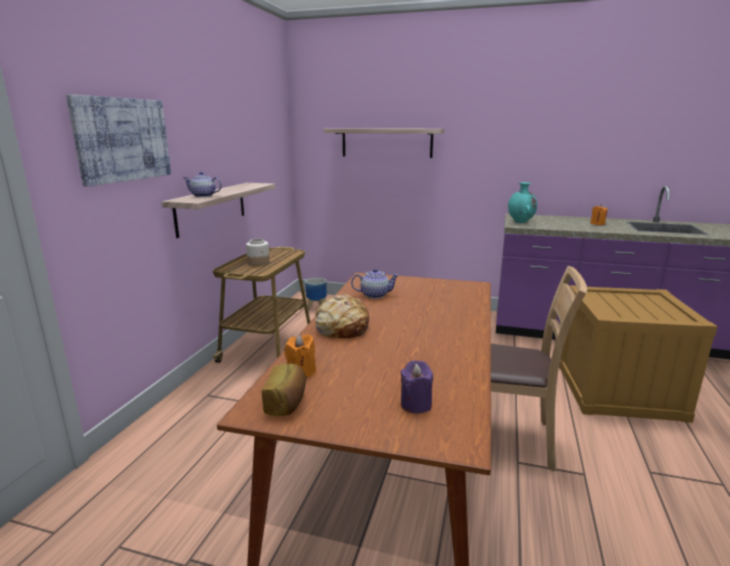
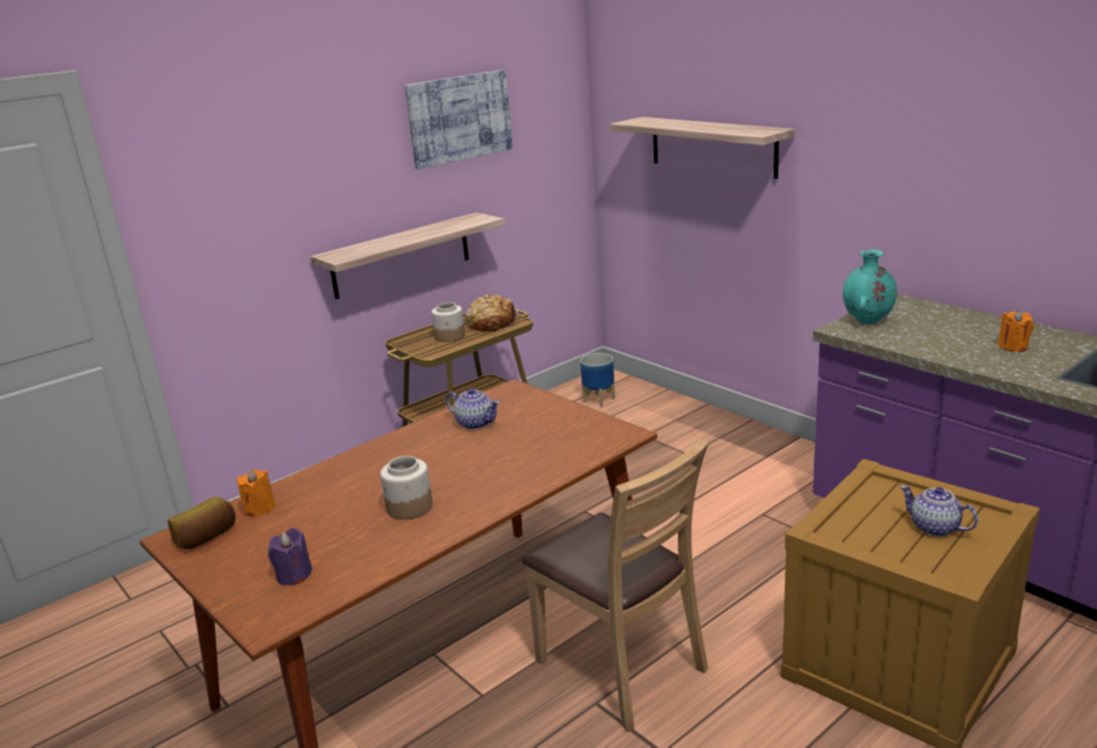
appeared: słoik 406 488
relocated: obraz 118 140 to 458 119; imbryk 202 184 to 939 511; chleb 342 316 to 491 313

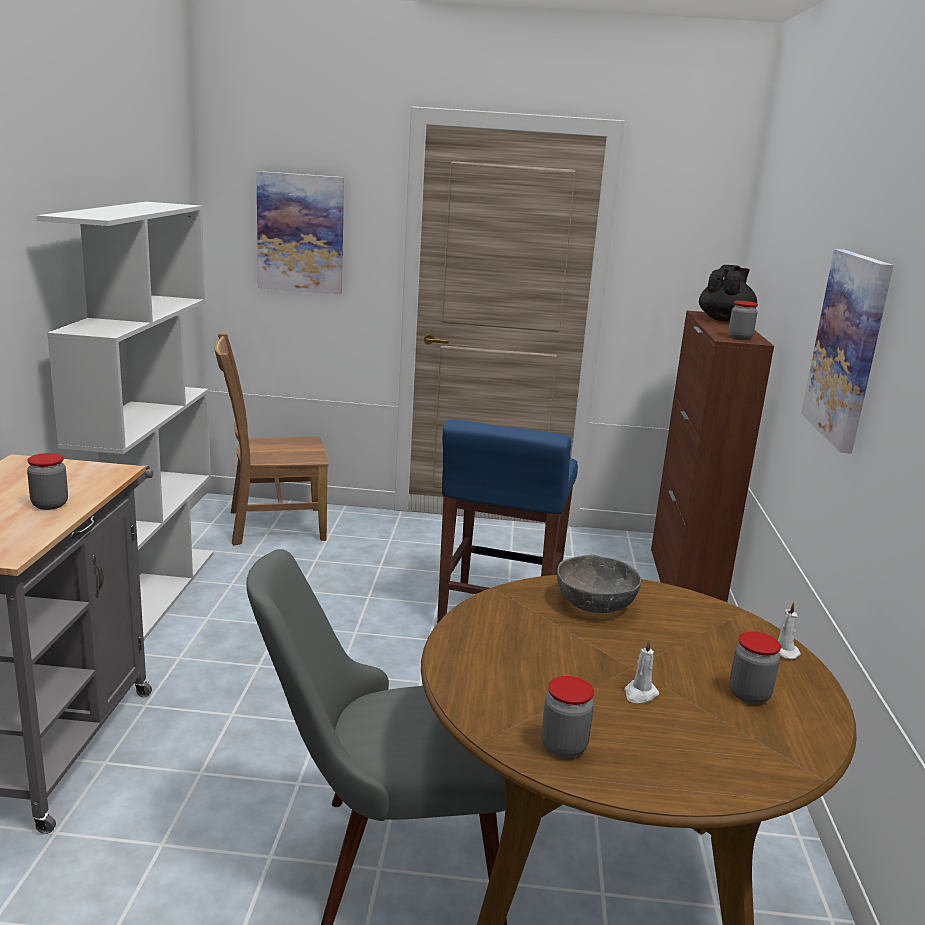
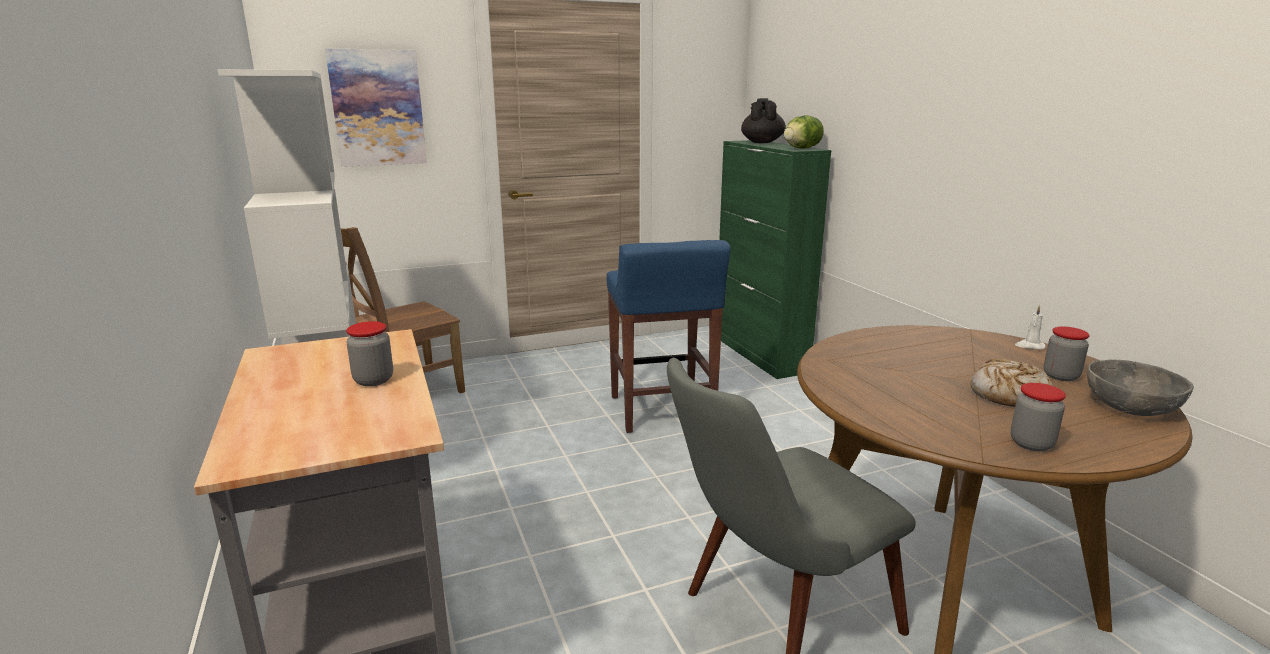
missing: obraz 847 351
relocated: miska (szary) 599 583 to 1140 388
exchanged: słoik 743 320 to sałata 804 132; świeca (biały) 641 671 to chleb 1011 383
colour: szafka (brązowy) 712 456 to szafka (zielony) 775 259

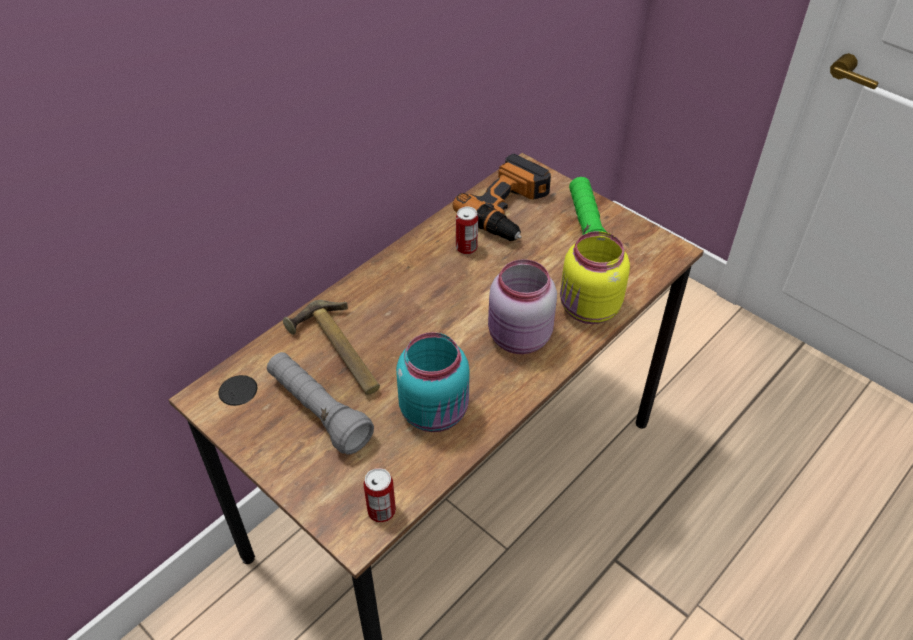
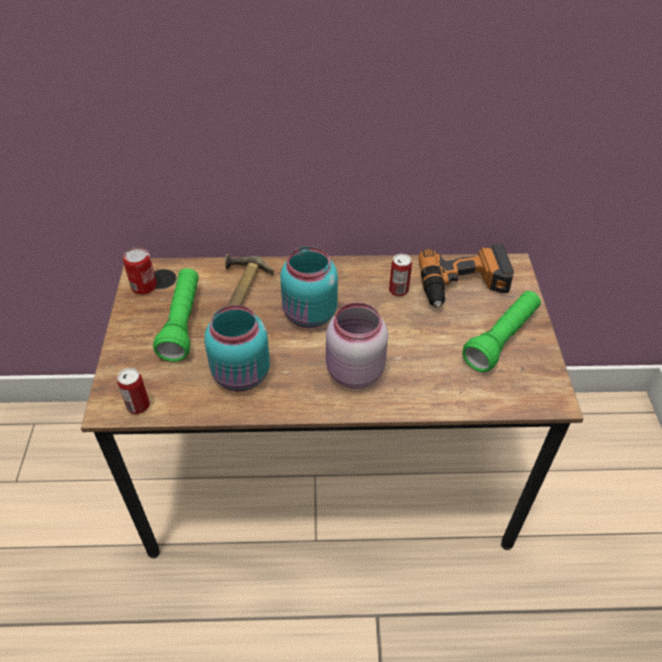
missing: słoik (żółty) 595 277
appeared: słoik (turkusowy) 309 287; puszka 140 270
colour: latarka (szary) 320 403 to latarka (zielony) 176 315

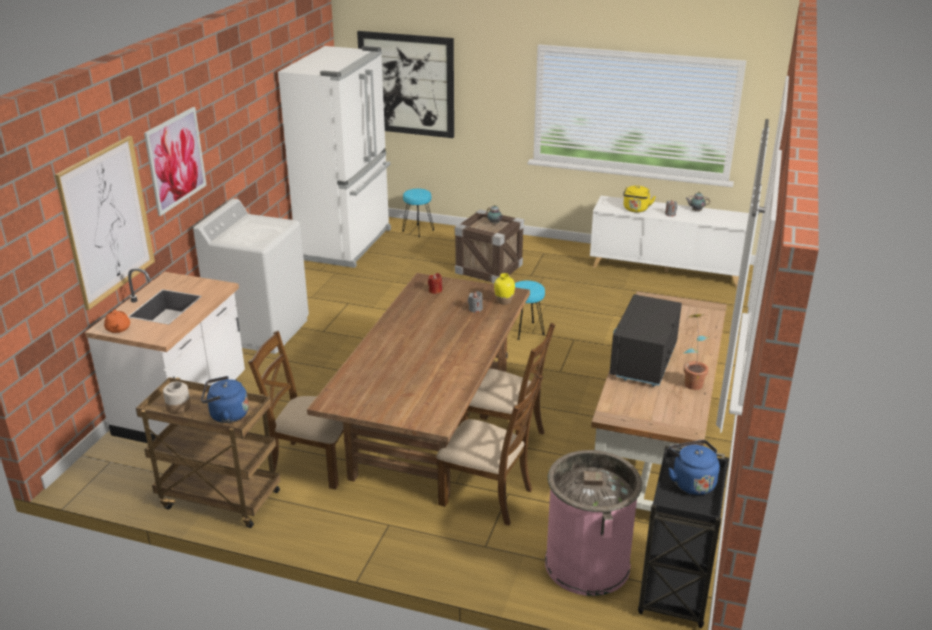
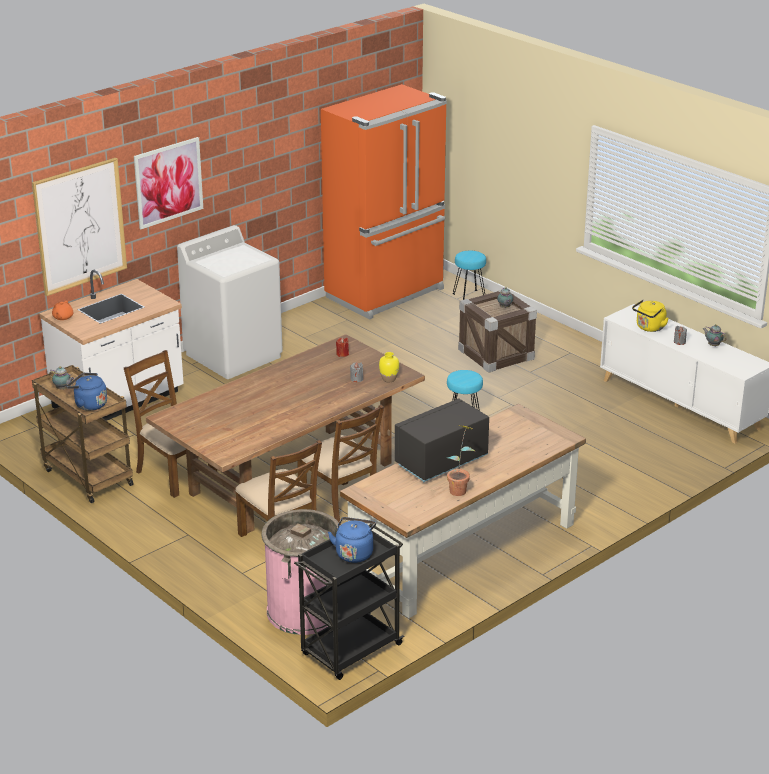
missing: obraz 405 84
exchanged: słoik 177 397 to imbryk 61 377
colour: lodówka (biały) 334 157 to lodówka (pomarańczowy) 384 202

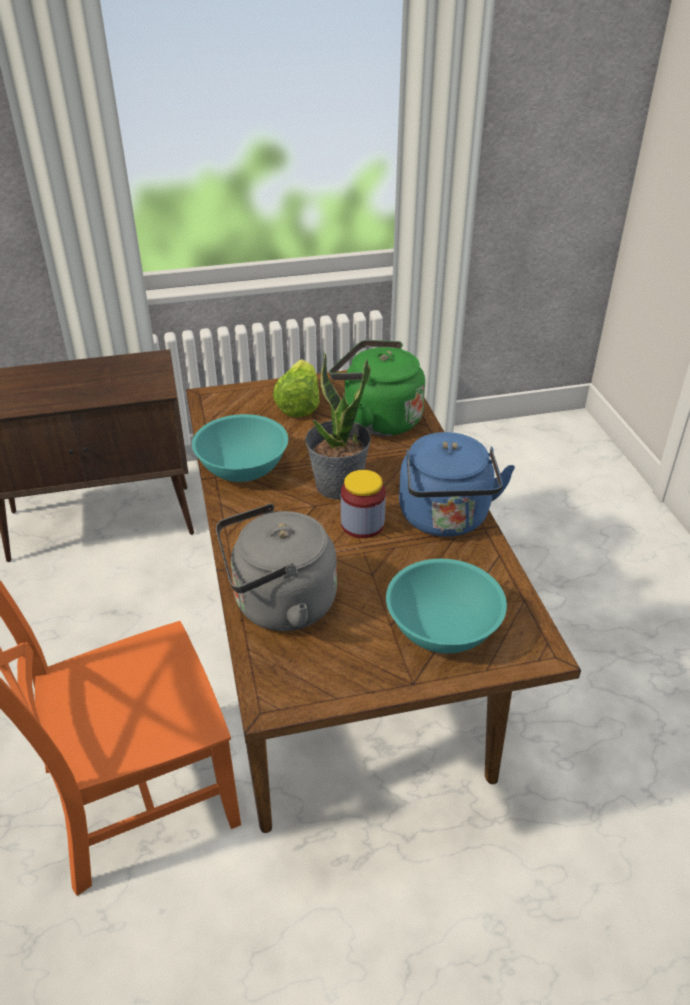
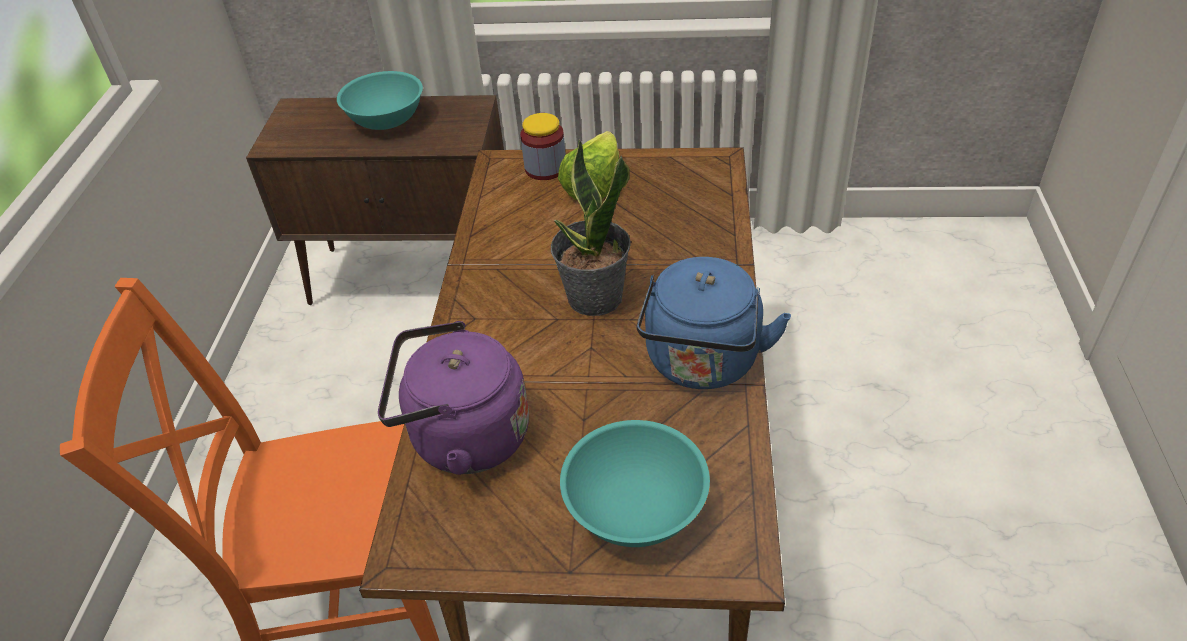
missing: czajnik (zielony) 377 388
relocated: miska (turkusowy) 240 448 to 380 100; słoik 363 504 to 543 146
colour: czajnik (szary) 276 567 to czajnik (fioletowy) 453 398

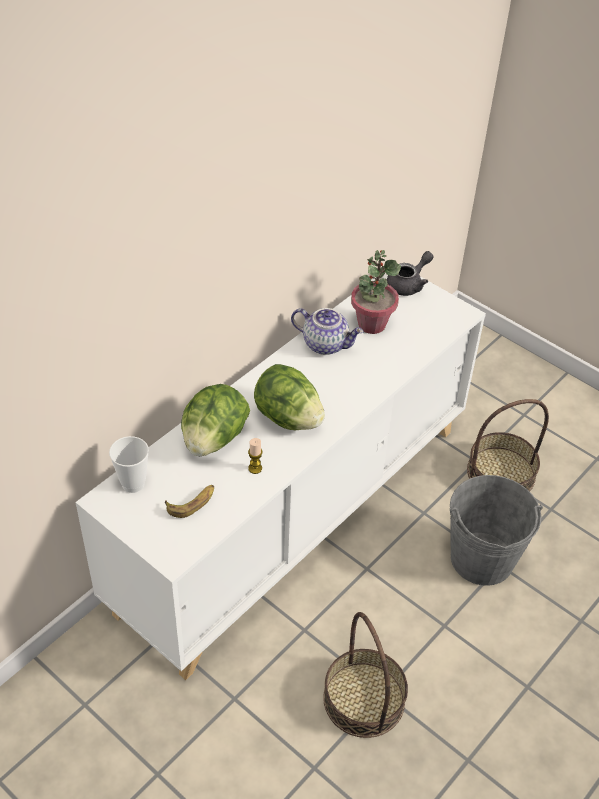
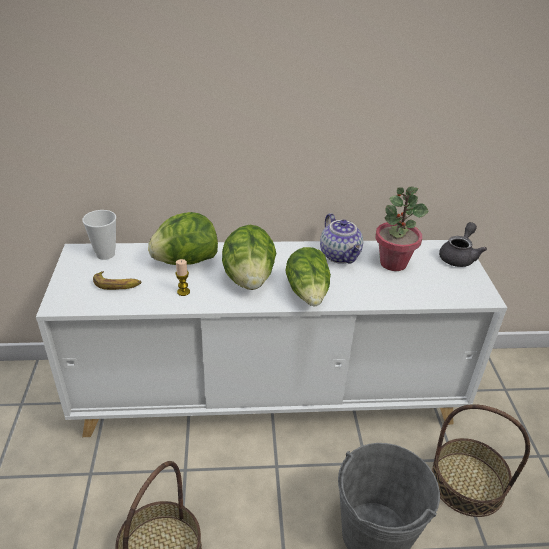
appeared: sałata 308 276
spun: imbryk (szary) 410 273 = 463 244 60 degrees counterclockwise

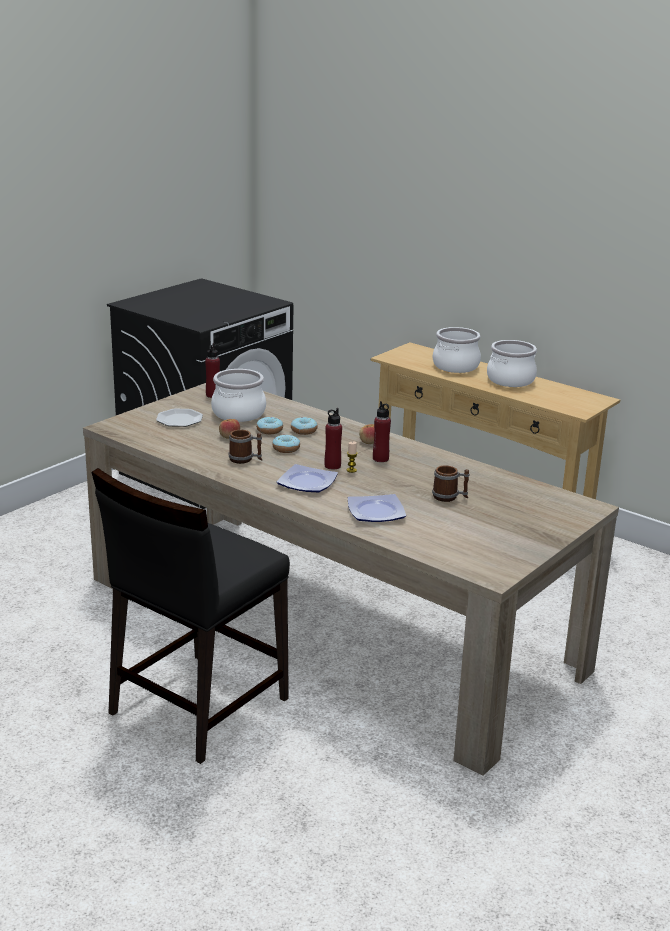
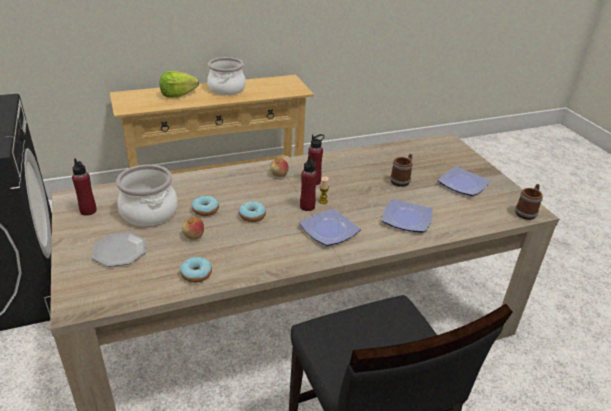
appeared: talerz 464 181
relocated: donut 304 426 to 196 270; kubek 245 447 to 529 202
exchanged: garnek 457 350 to sałata 179 84

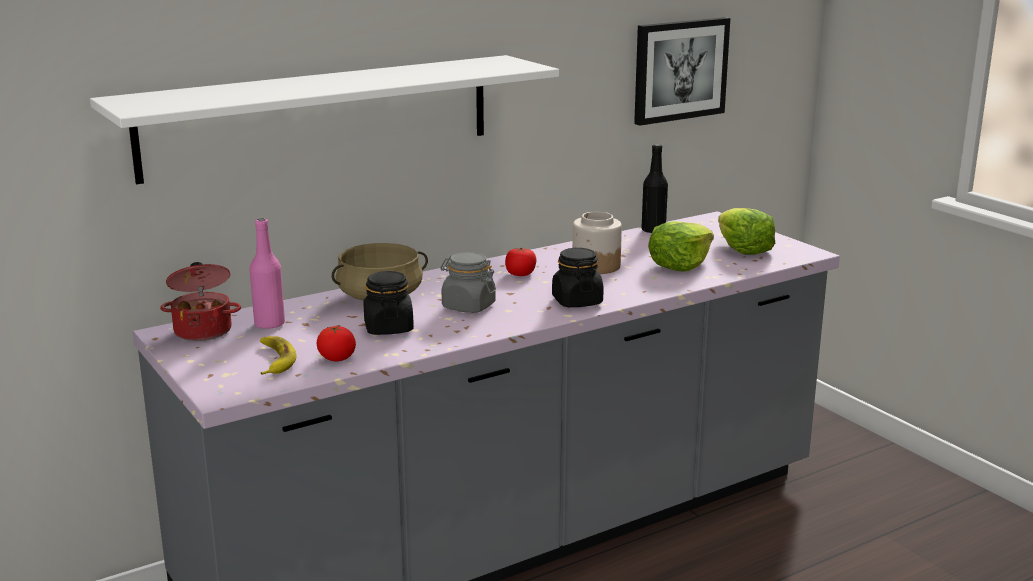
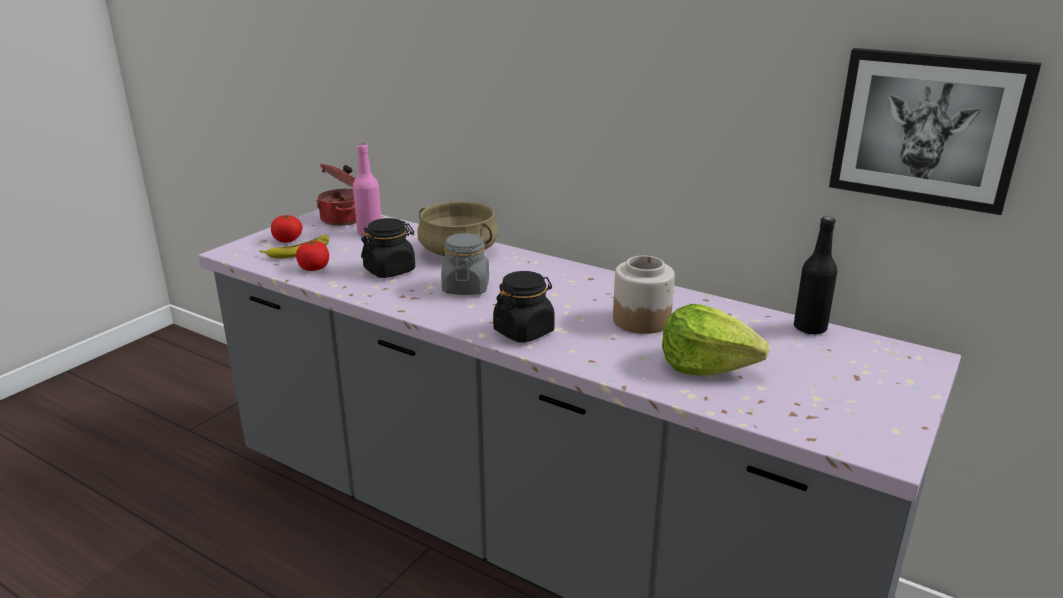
missing: półka (biały) 324 119; sałata 746 231
relocated: pomidor 520 262 to 287 229

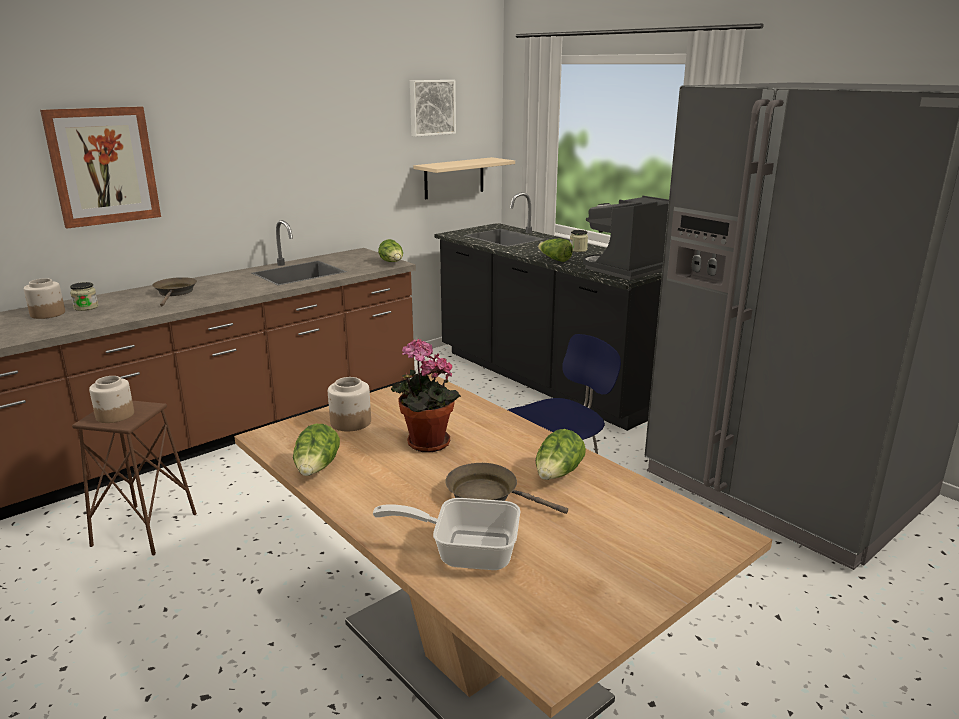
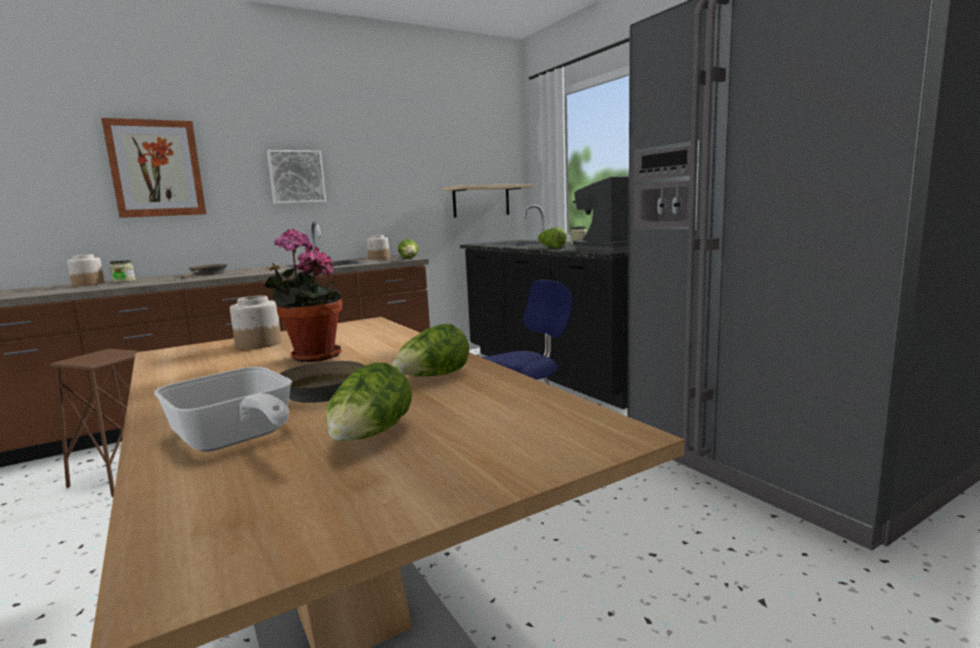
relocated: obraz 433 108 to 296 177; słoik 111 399 to 378 247; sałata 316 450 to 368 401
spun: patelnia 446 534 = 223 409 150 degrees counterclockwise

